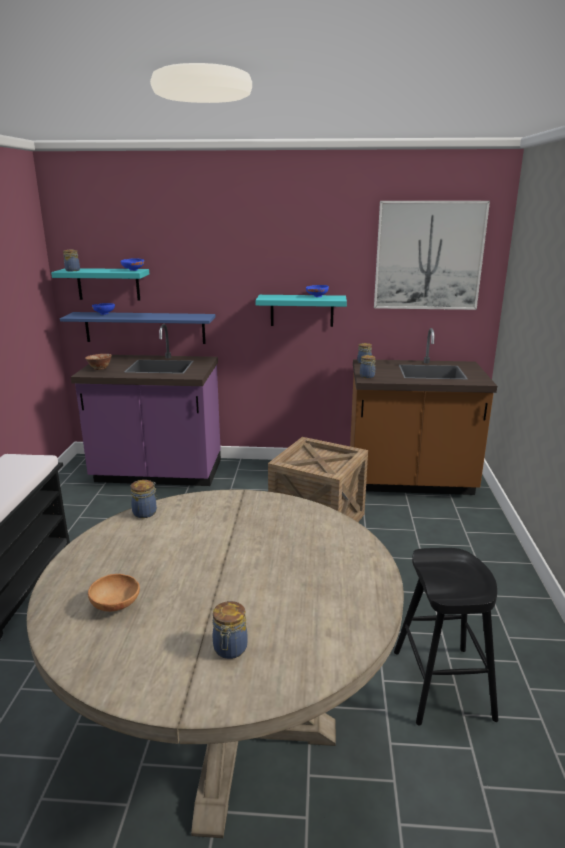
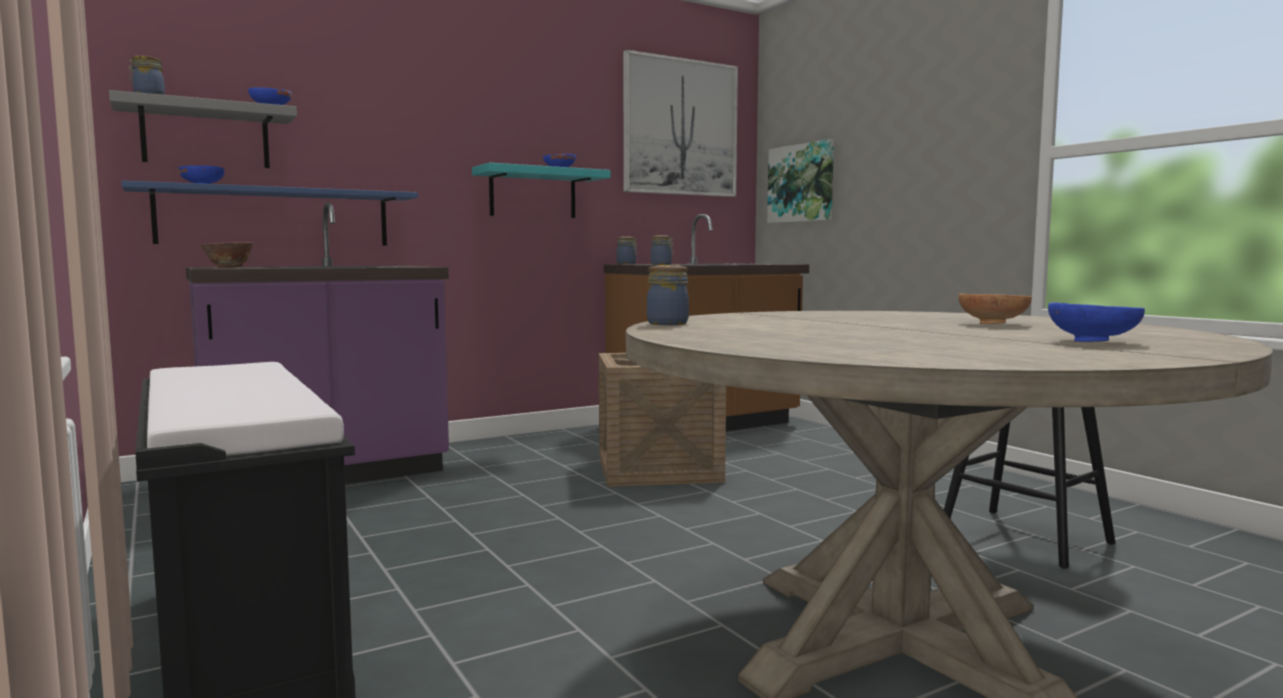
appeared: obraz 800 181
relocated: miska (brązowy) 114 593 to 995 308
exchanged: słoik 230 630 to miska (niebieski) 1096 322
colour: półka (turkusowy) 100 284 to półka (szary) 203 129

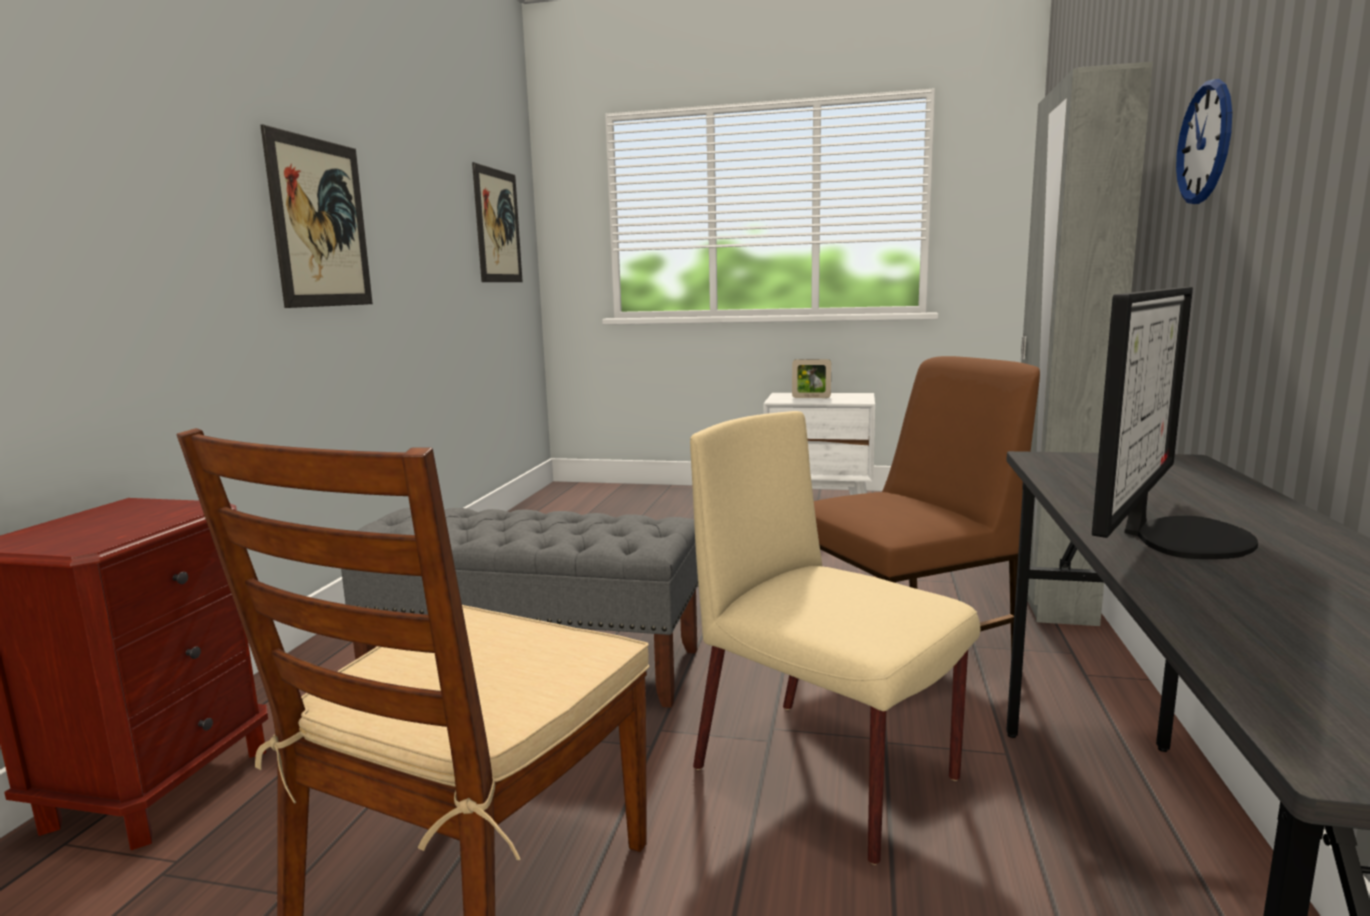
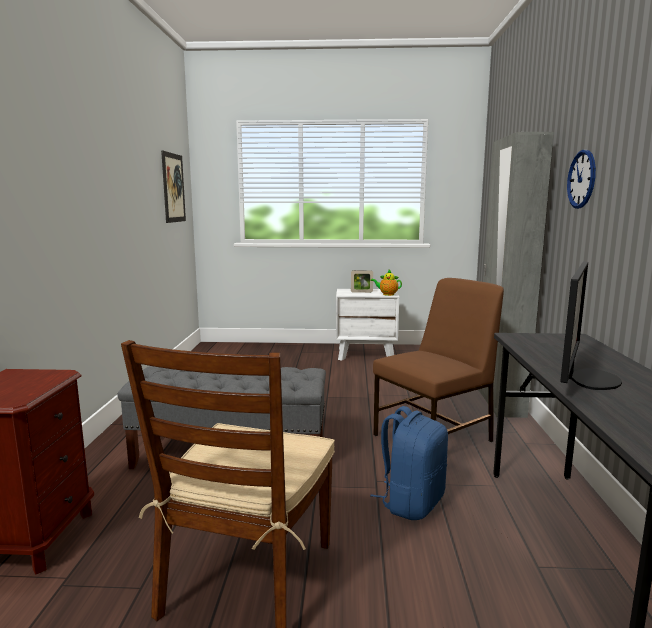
missing: obraz 316 216
appeared: imbryk 386 283
exchanged: krzesło (beżowy) 835 638 to plecak (niebieski) 409 463

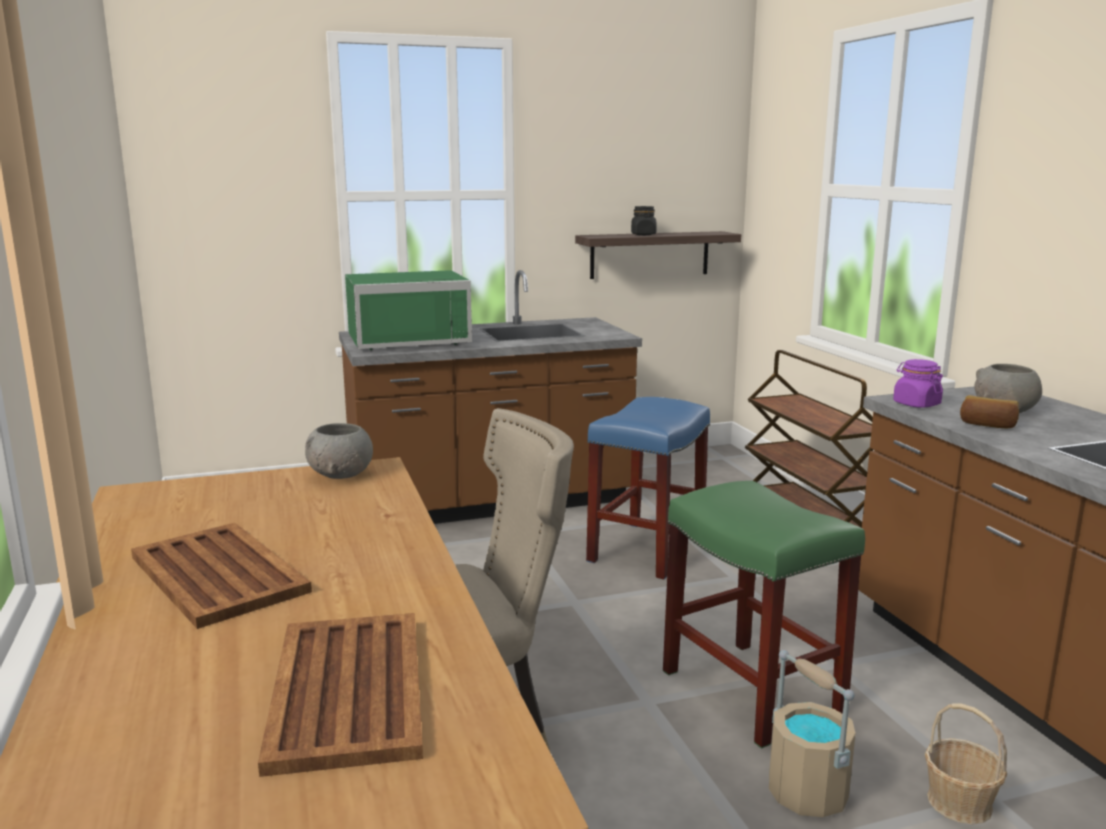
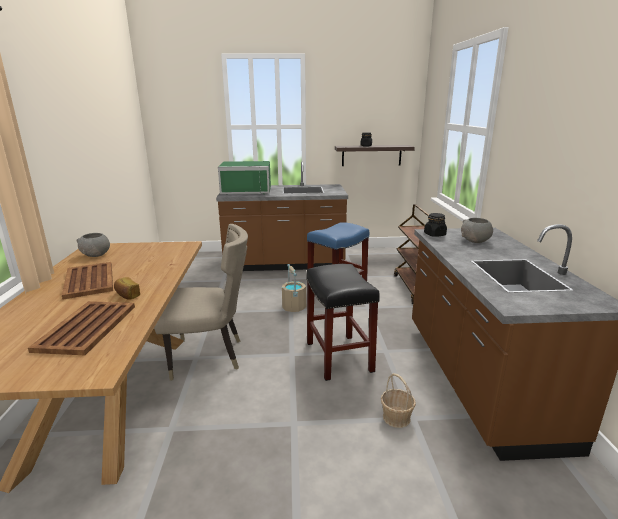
relocated: chleb 989 411 to 127 288; miska (szary) 339 451 to 93 245; wiadro (beżowy) 812 733 to 294 288
colour: słoik (fioletowy) 918 383 to słoik (czarny) 435 225; stołek (zielony) 764 614 to stołek (czarny) 343 322

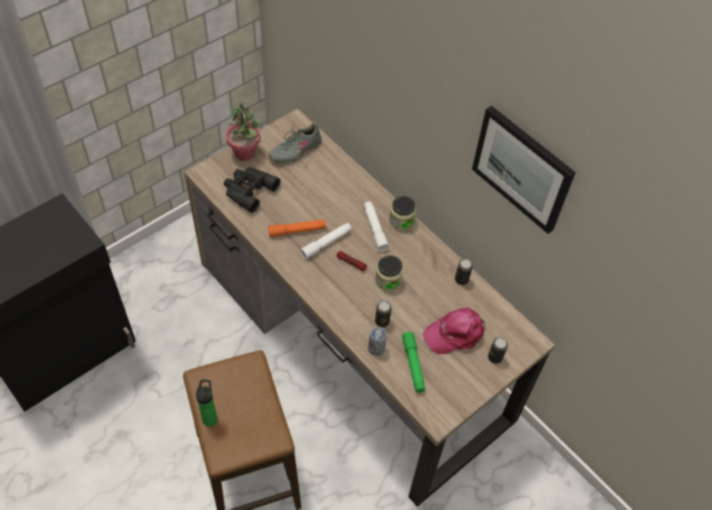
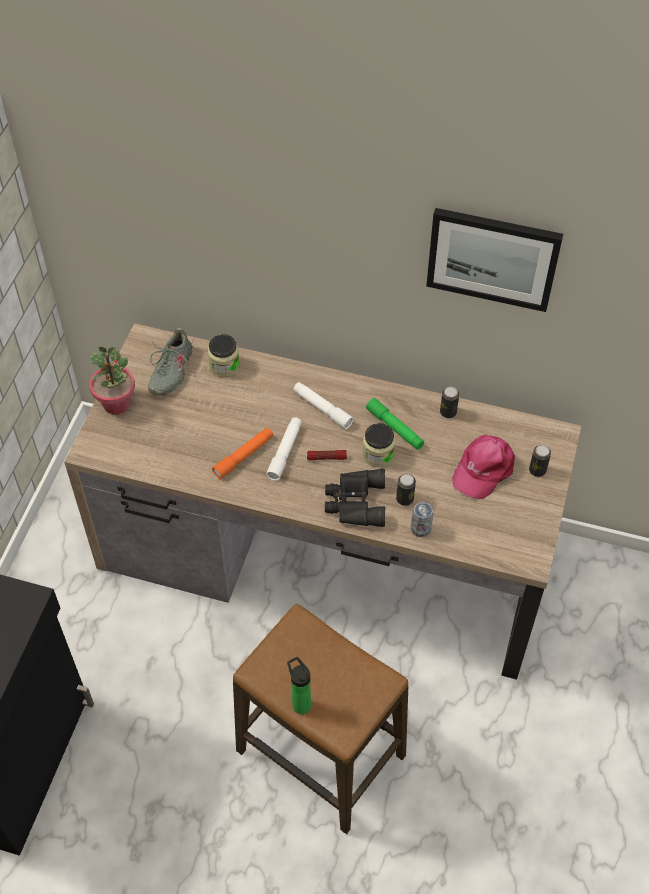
relocated: lornetka (czarny) 252 190 to 355 498; słoik 402 213 to 224 355; latarka (zielony) 413 362 to 395 424

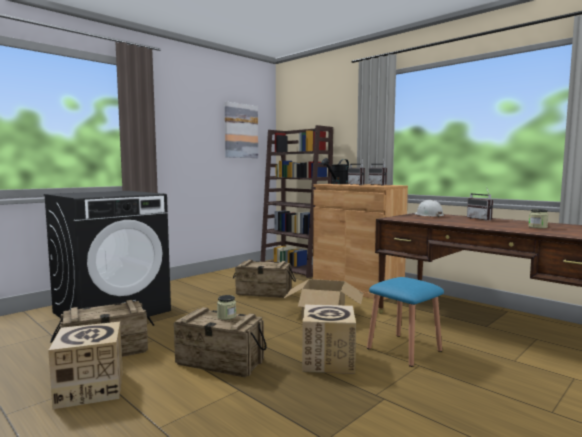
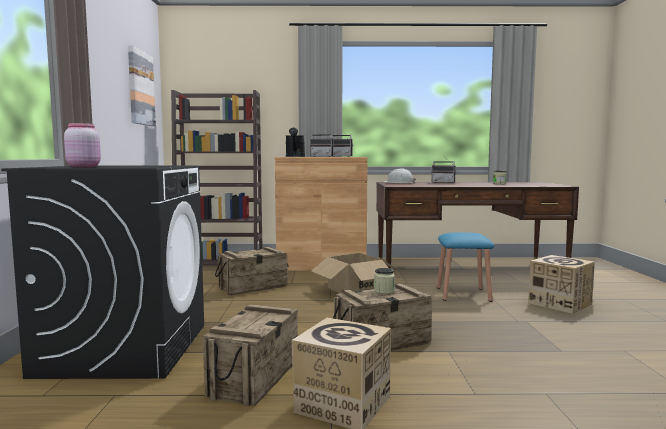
appeared: słoik (różowy) 82 145
relocated: karton 329 339 to 561 284

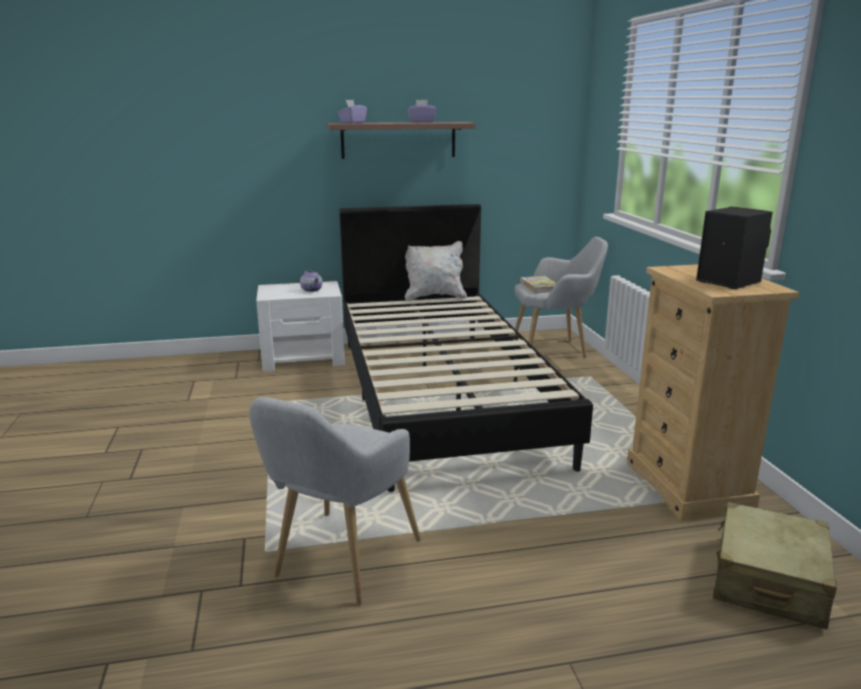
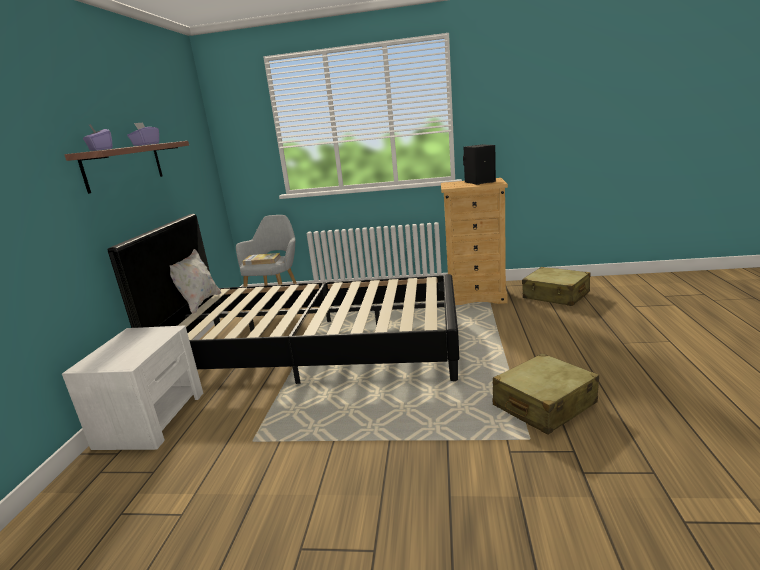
missing: imbryk 311 280
exchanged: fotel (szary) 335 500 to walizka (beżowy) 546 394

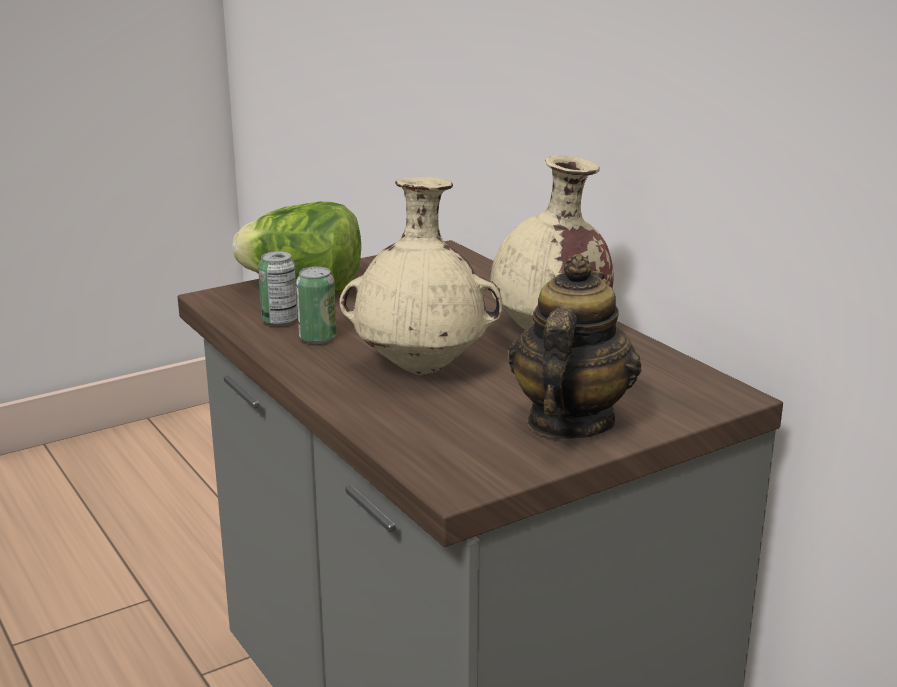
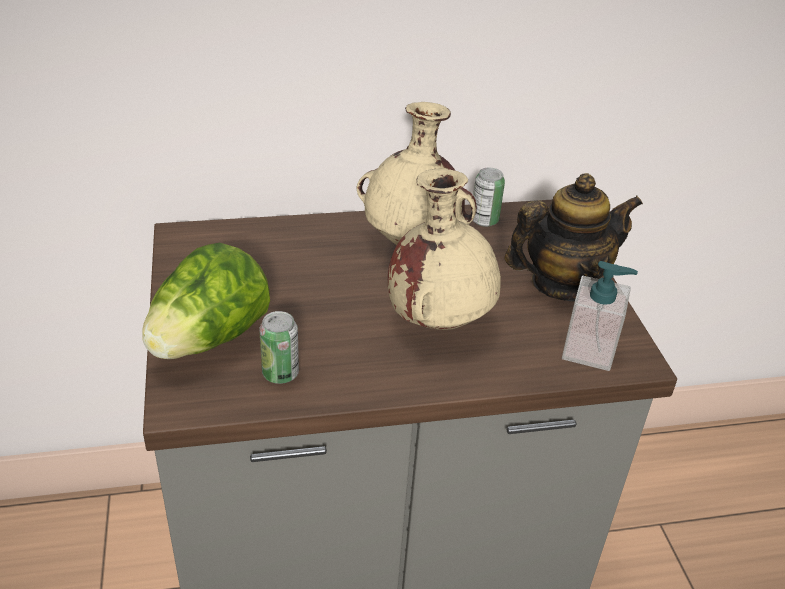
appeared: dozownik mydła 600 316
relocated: puszka 316 305 to 488 197
spun: imbryk 575 346 = 573 237 120 degrees clockwise

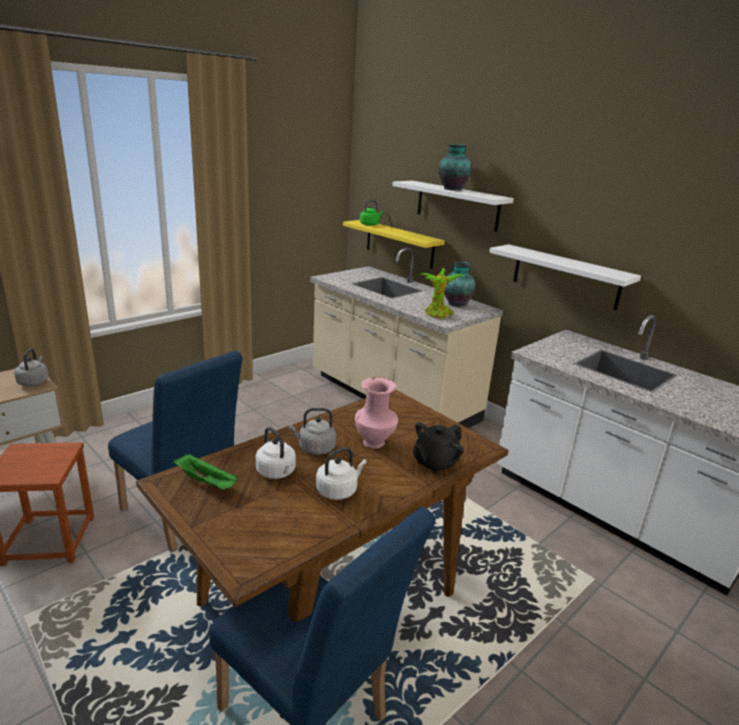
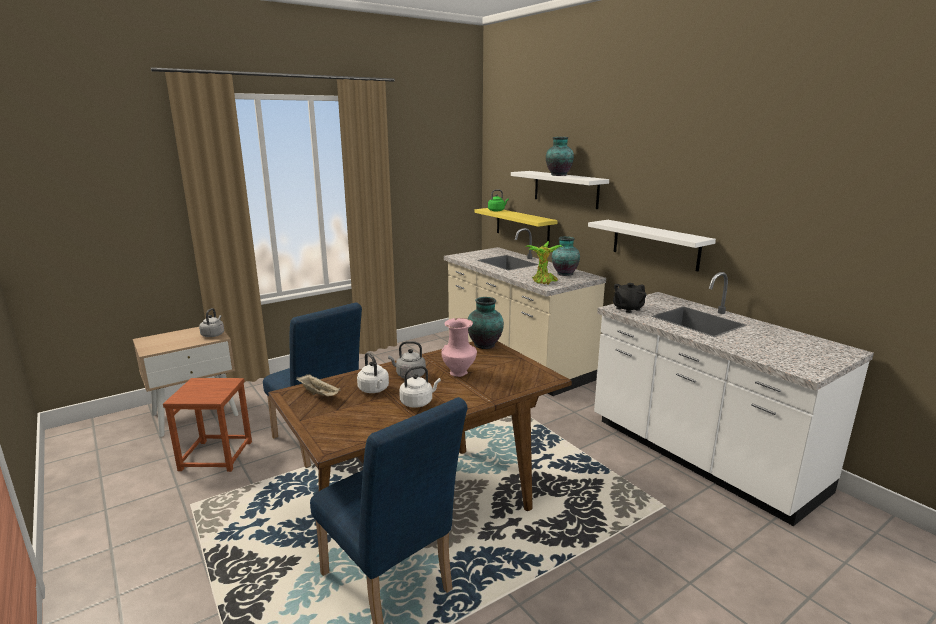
appeared: wazon 486 323
relocated: imbryk (czarny) 438 448 to 629 298
colour: taca (zielony) 206 472 to taca (beżowy) 318 385

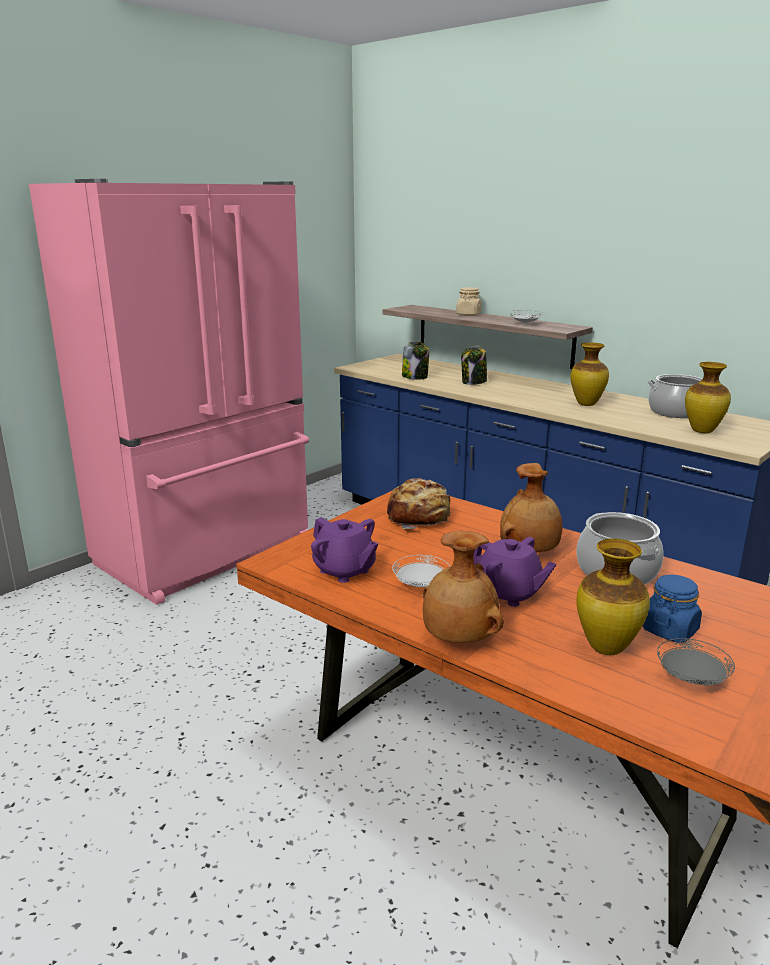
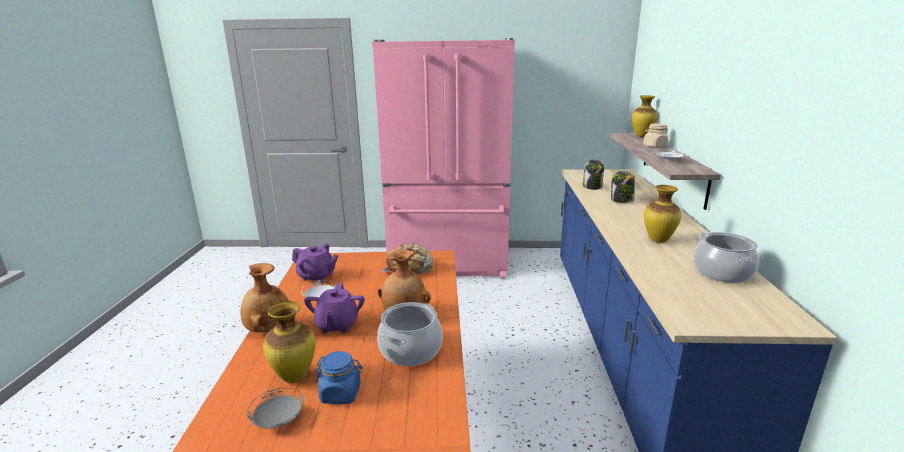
relocated: wazon 708 397 to 645 116
spun: imbryk (fioletowy) 344 550 = 315 263 75 degrees counterclockwise

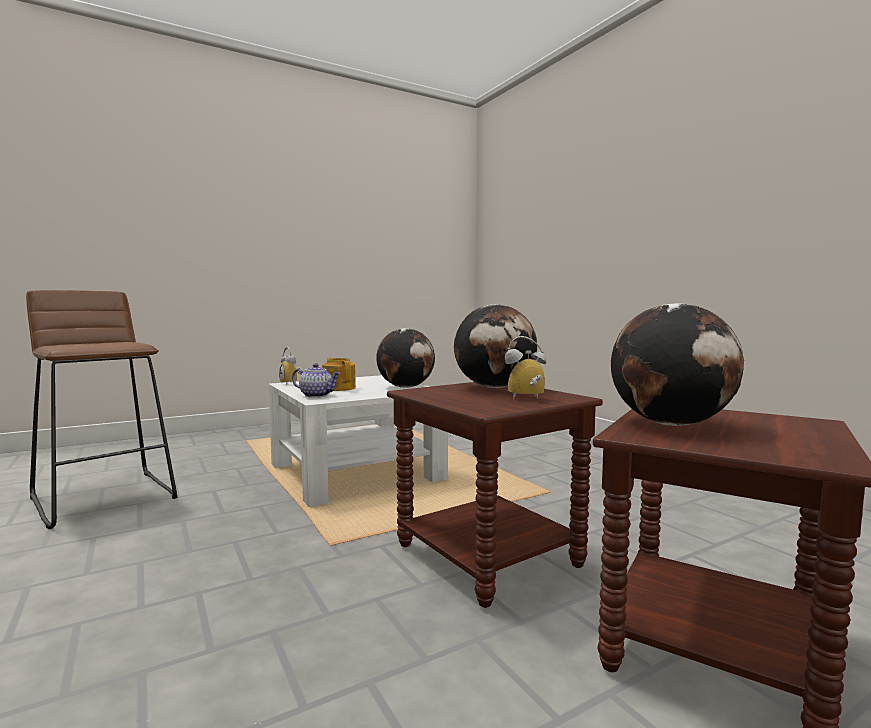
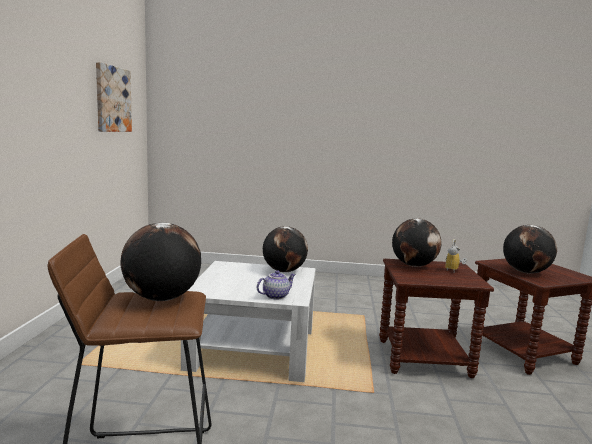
missing: budzik 290 365; imbryk 339 374
appeared: obraz 114 97; globus 160 261

